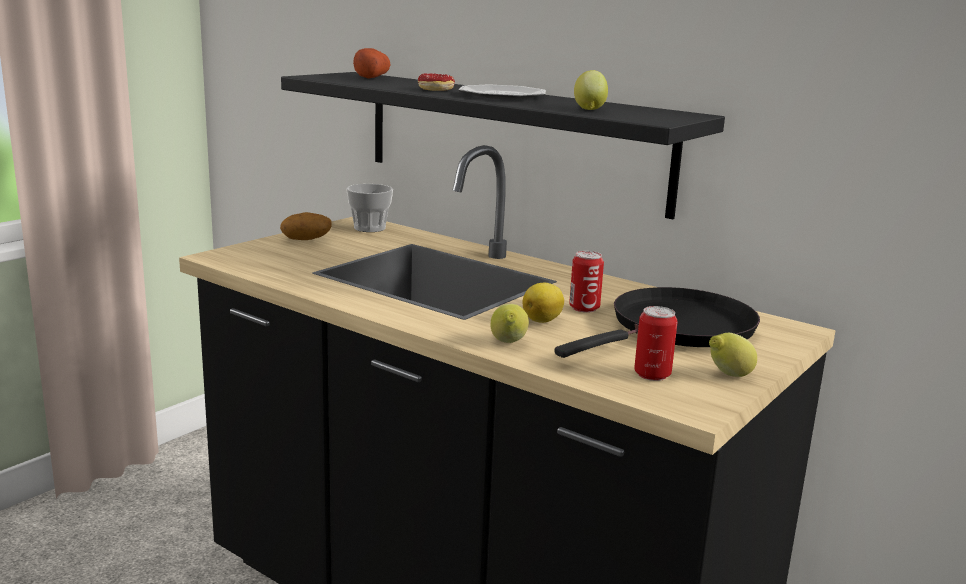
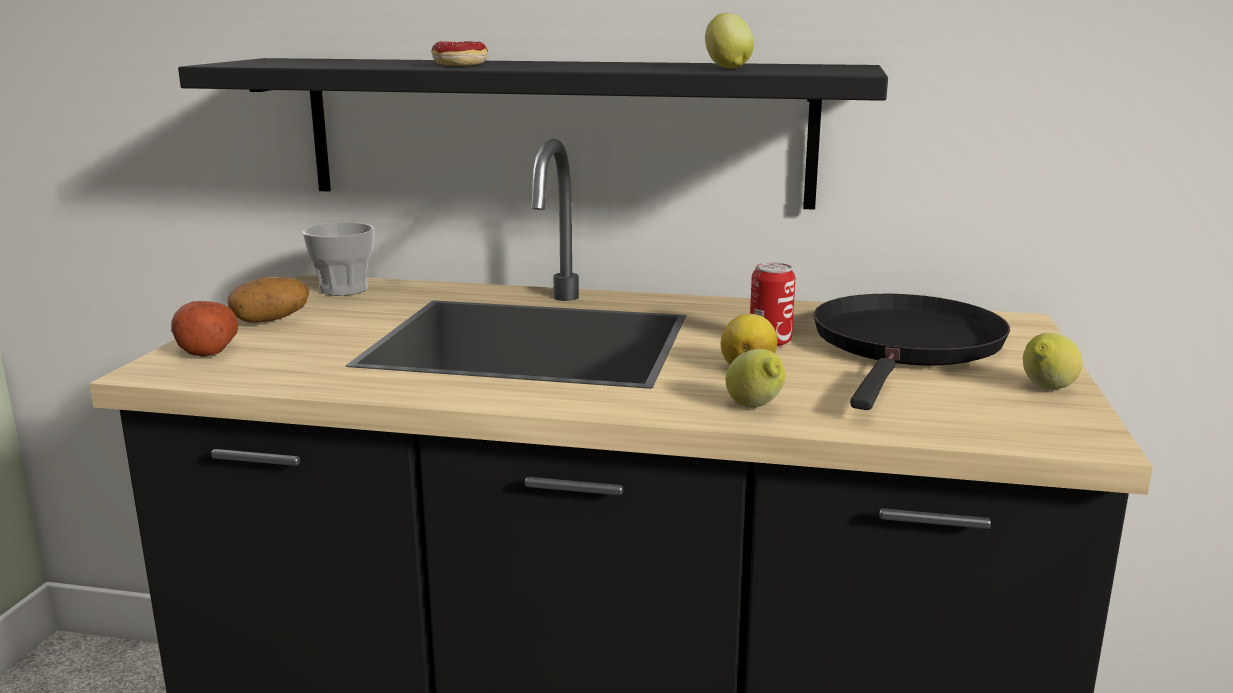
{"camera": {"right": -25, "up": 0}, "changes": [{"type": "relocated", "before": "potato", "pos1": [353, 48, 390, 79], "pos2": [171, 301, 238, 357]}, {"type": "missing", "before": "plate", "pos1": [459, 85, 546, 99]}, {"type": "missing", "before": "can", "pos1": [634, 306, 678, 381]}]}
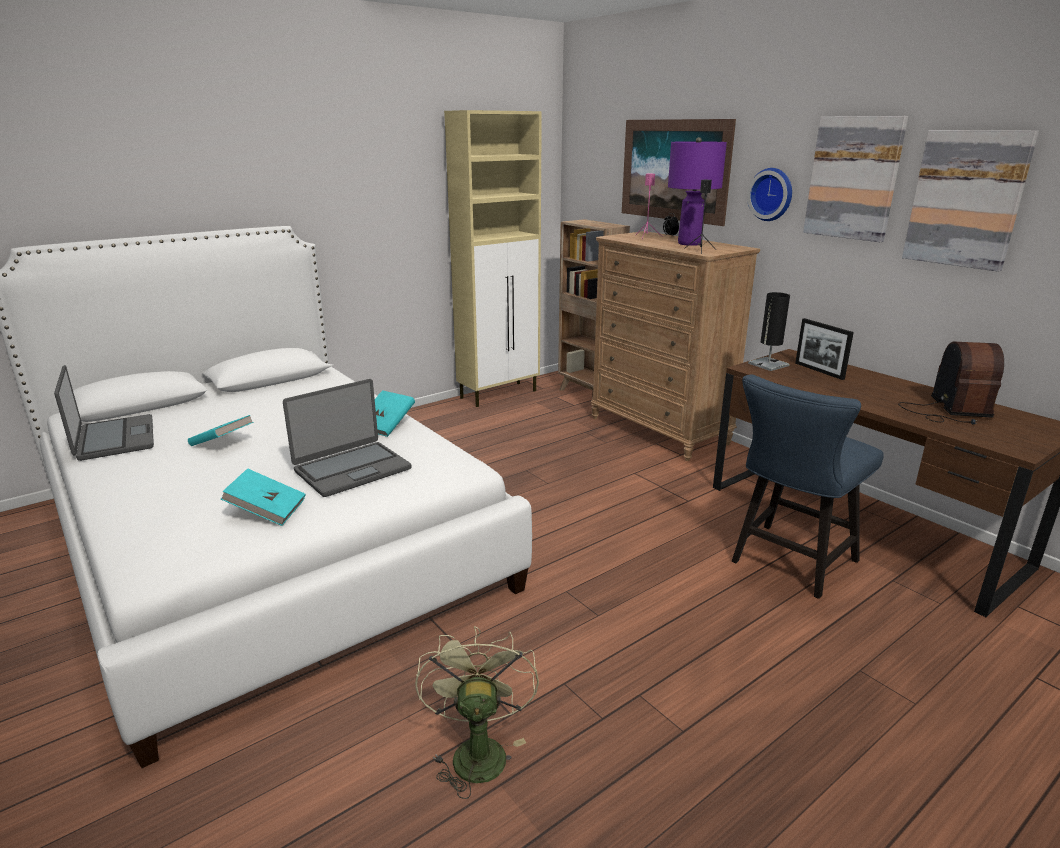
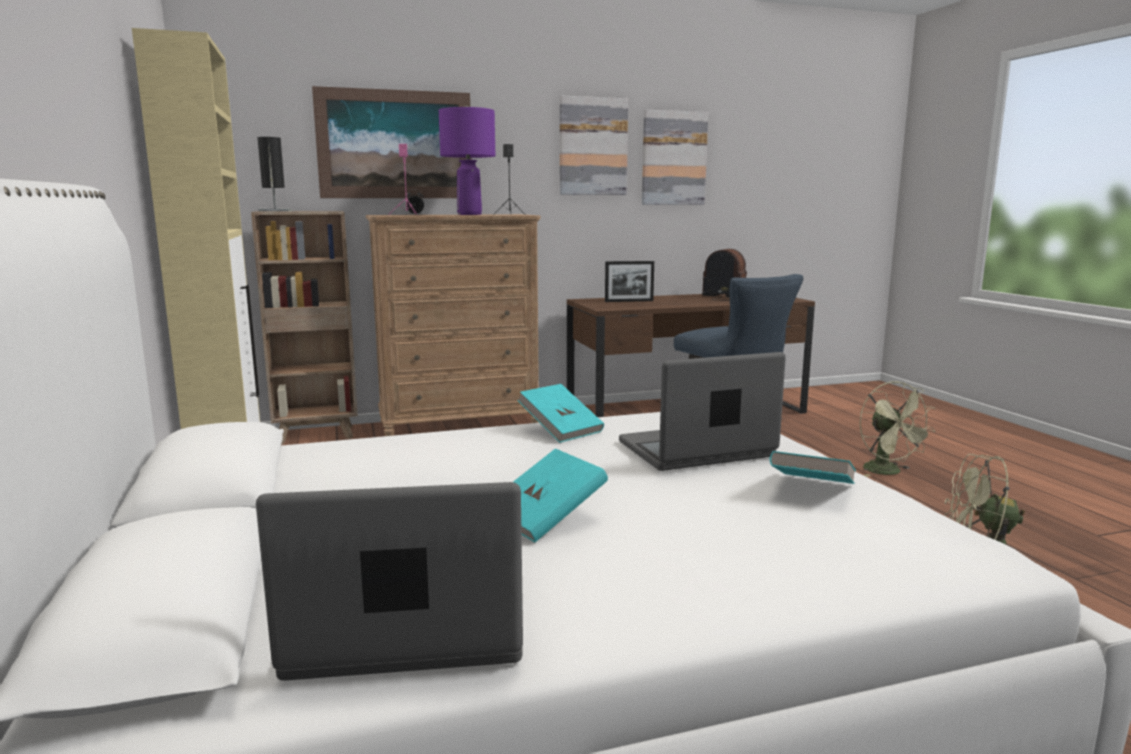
{"camera": {"right": -70, "up": -10}, "changes": [{"type": "relocated", "before": "black table lamp", "pos1": [748, 292, 790, 371], "pos2": [257, 137, 292, 211]}, {"type": "spun", "before": "laptop", "pos1": [283, 379, 412, 497], "pos2": [619, 352, 786, 471], "turn": -90}, {"type": "appeared", "after": "green fan", "pos2": [860, 381, 935, 477]}, {"type": "missing", "before": "wall clock", "pos1": [747, 168, 792, 221]}]}
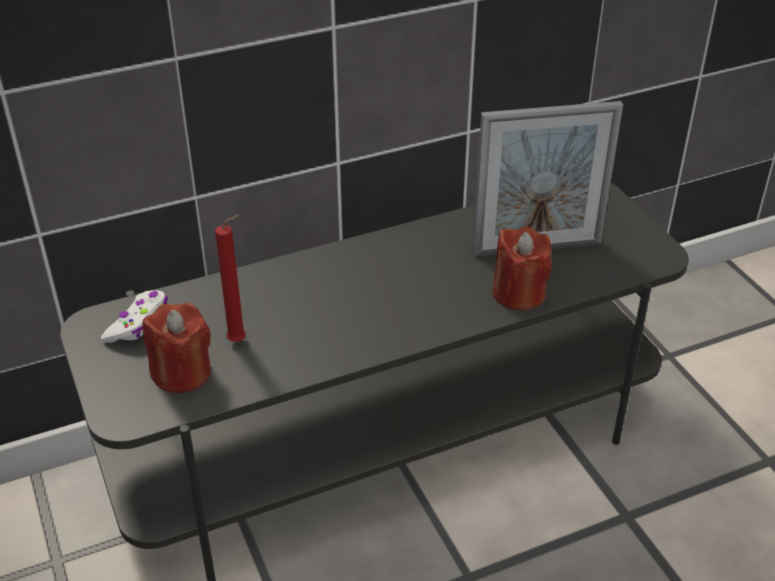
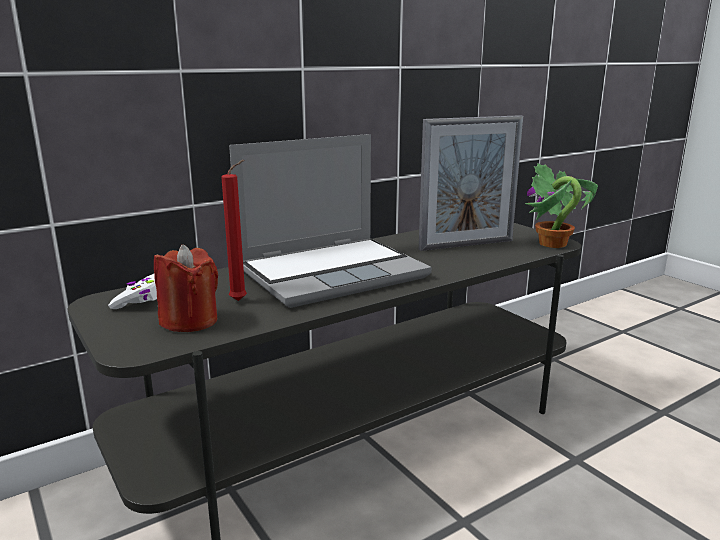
{"camera": {"right": -10, "up": -20}, "changes": [{"type": "appeared", "after": "laptop", "pos2": [229, 134, 432, 308]}, {"type": "appeared", "after": "potted plant", "pos2": [525, 163, 598, 248]}, {"type": "missing", "before": "red candle", "pos1": [493, 226, 552, 311]}]}
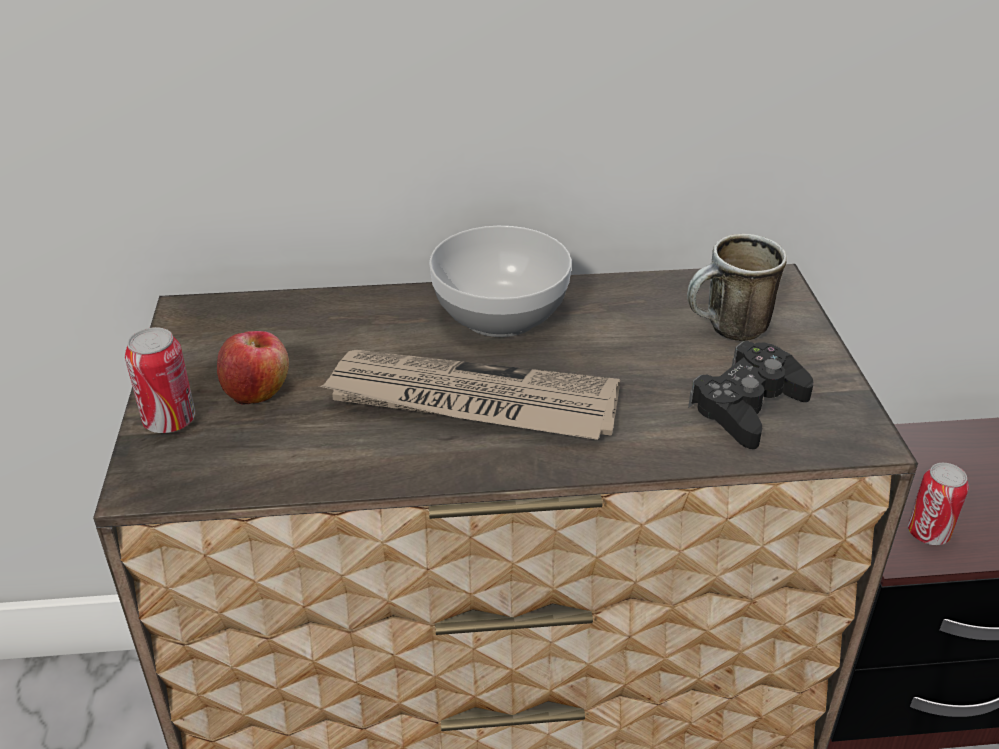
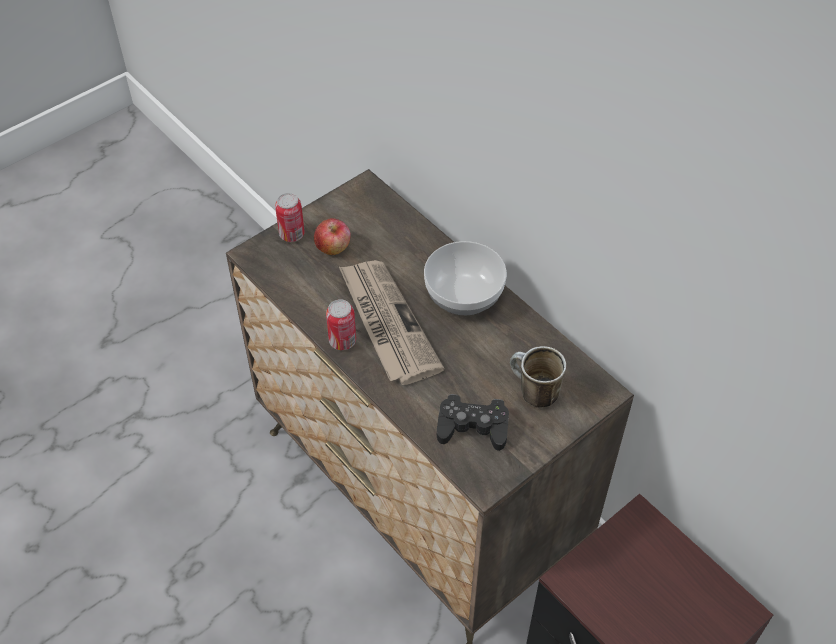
{"camera": {"right": 55, "up": 15}, "changes": [{"type": "relocated", "before": "can", "pos1": [908, 463, 969, 545], "pos2": [326, 299, 356, 350]}]}
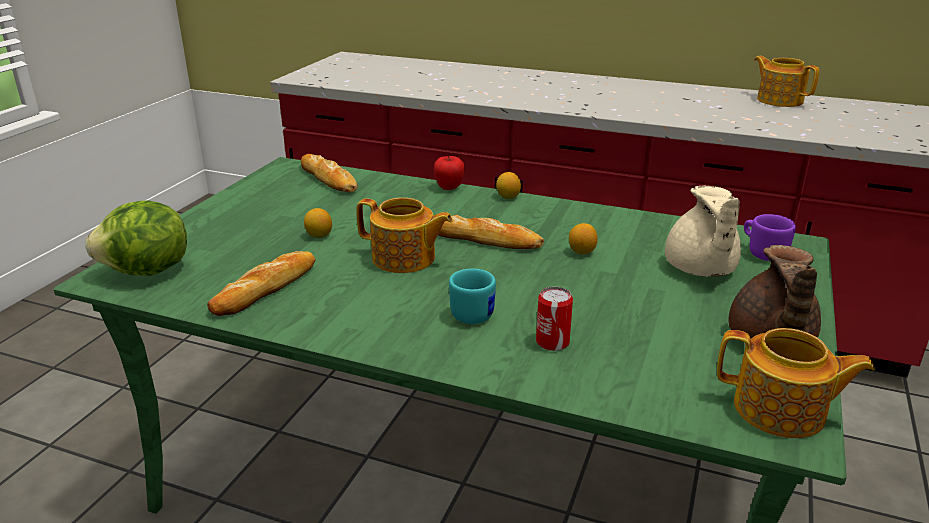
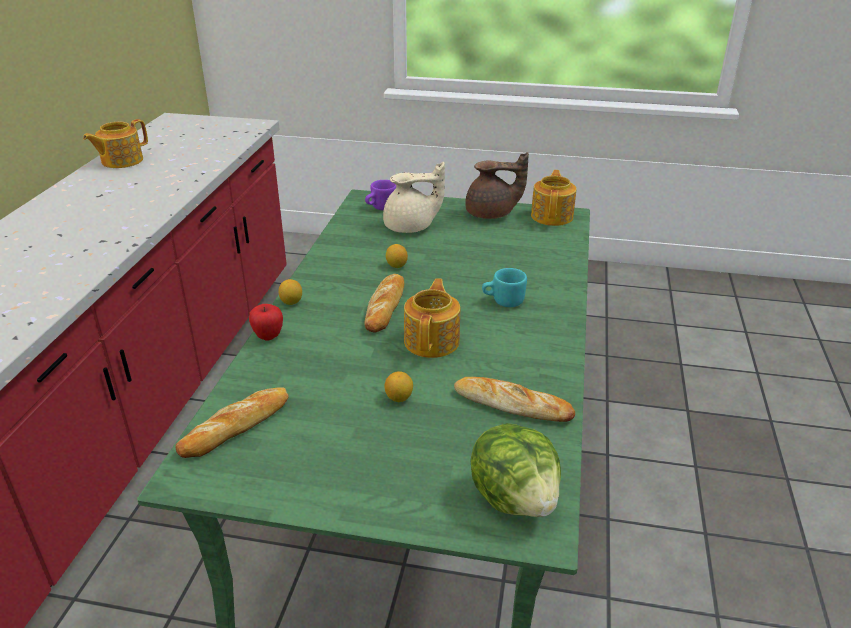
{"camera": {"right": -100, "up": 5}, "changes": [{"type": "missing", "before": "can", "pos1": [536, 287, 573, 351]}]}
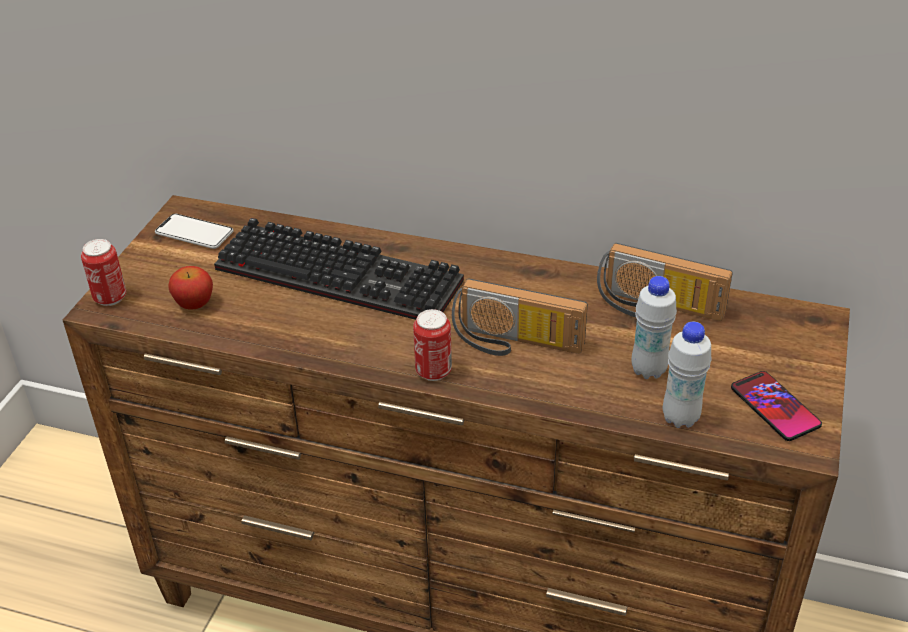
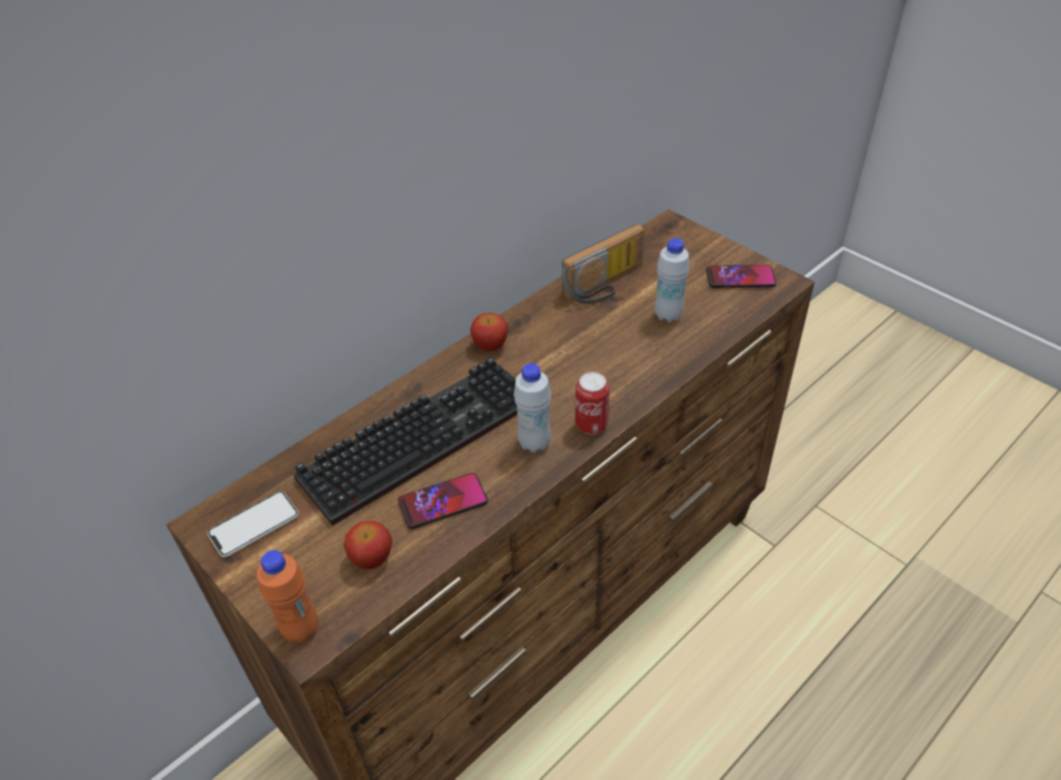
{"camera": {"right": -60, "up": 5}, "changes": [{"type": "exchanged", "before": "can", "after": "orange bottle", "pos1": [81, 239, 126, 306], "pos2": [257, 550, 318, 642]}, {"type": "appeared", "after": "phone", "pos2": [398, 473, 488, 529]}, {"type": "appeared", "after": "apple", "pos2": [470, 313, 508, 351]}, {"type": "relocated", "before": "white bottle", "pos1": [663, 321, 712, 428], "pos2": [514, 363, 551, 453]}, {"type": "missing", "before": "radio", "pos1": [452, 279, 588, 356]}]}
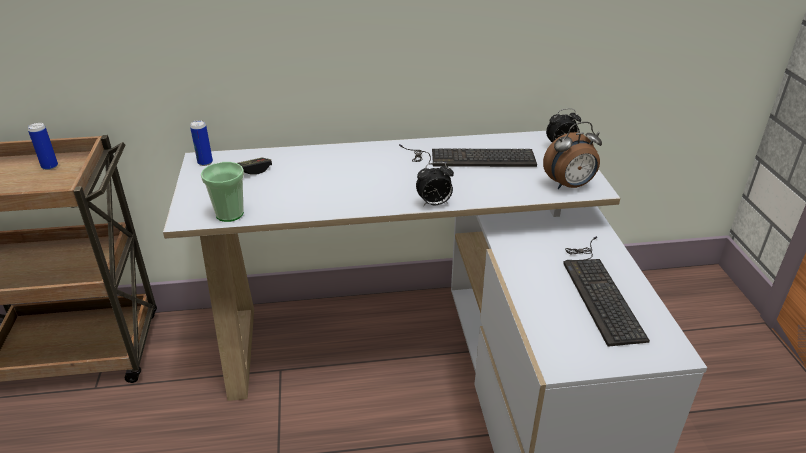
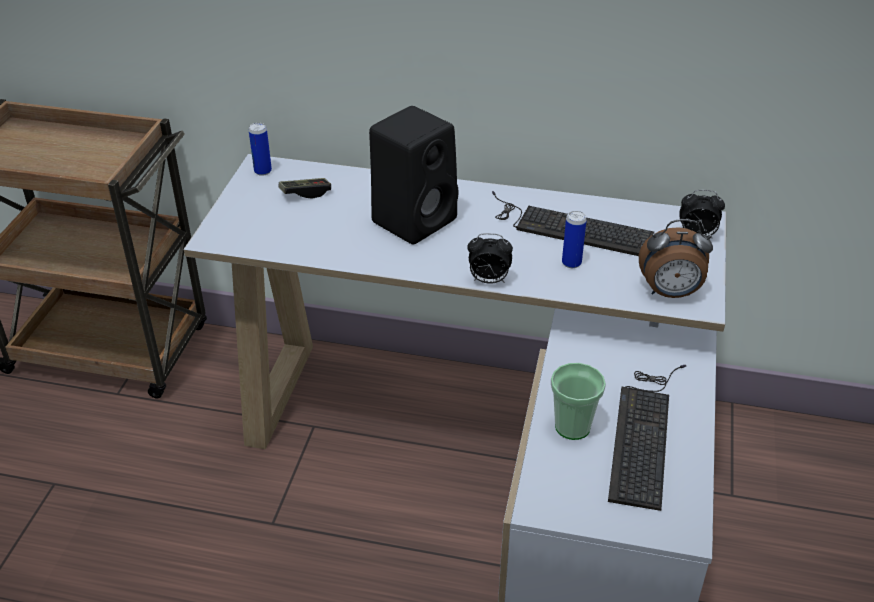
{"camera": {"right": 20, "up": 5}, "changes": [{"type": "appeared", "after": "black speaker", "pos2": [369, 106, 458, 244]}, {"type": "relocated", "before": "cup", "pos1": [201, 162, 244, 222], "pos2": [551, 363, 606, 440]}, {"type": "relocated", "before": "can", "pos1": [28, 123, 58, 170], "pos2": [562, 211, 587, 268]}]}
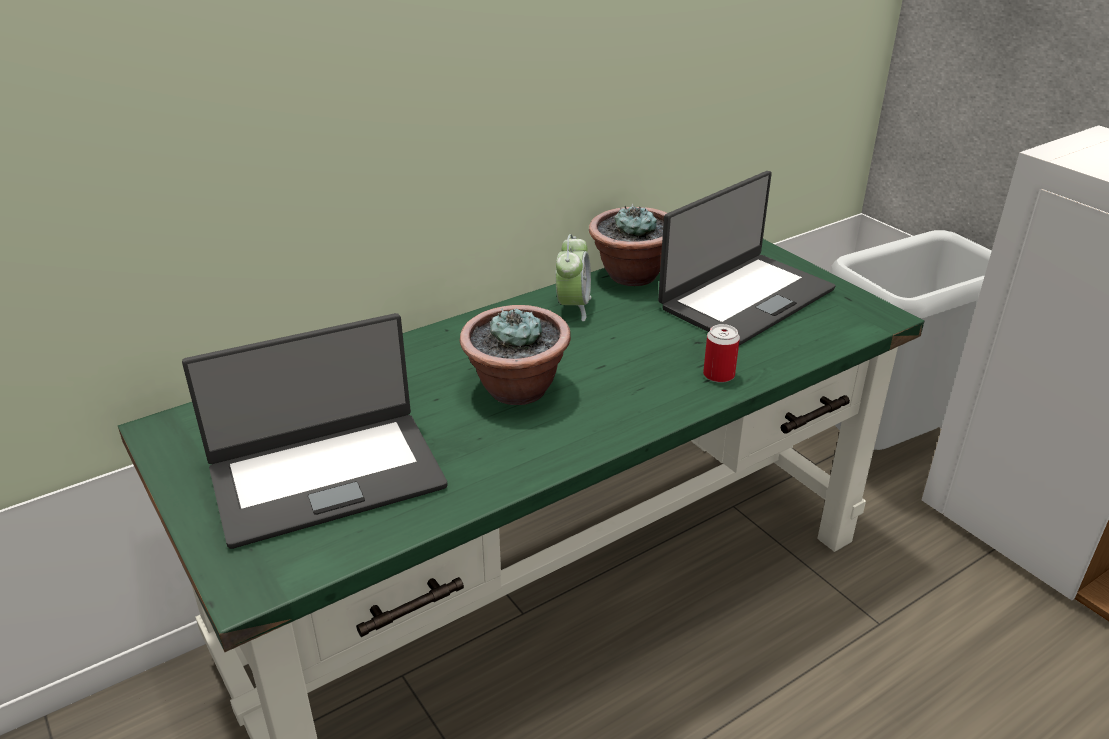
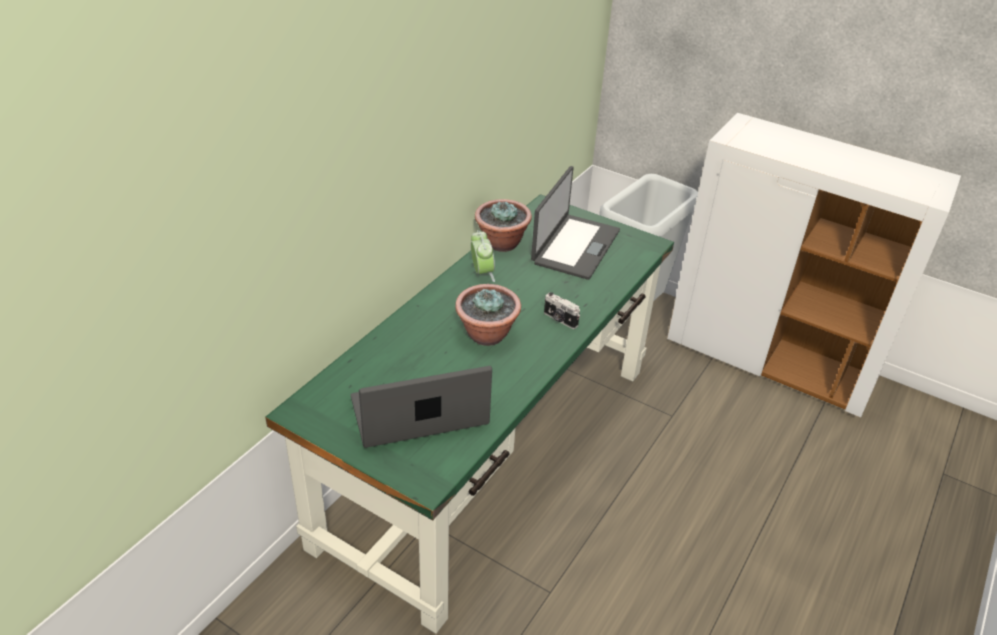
{"camera": {"right": -25, "up": 5}, "changes": [{"type": "spun", "before": "laptop", "pos1": [182, 313, 447, 549], "pos2": [351, 366, 492, 448], "turn": -150}, {"type": "appeared", "after": "photo camera", "pos2": [544, 292, 580, 329]}, {"type": "missing", "before": "can", "pos1": [703, 324, 740, 383]}]}
